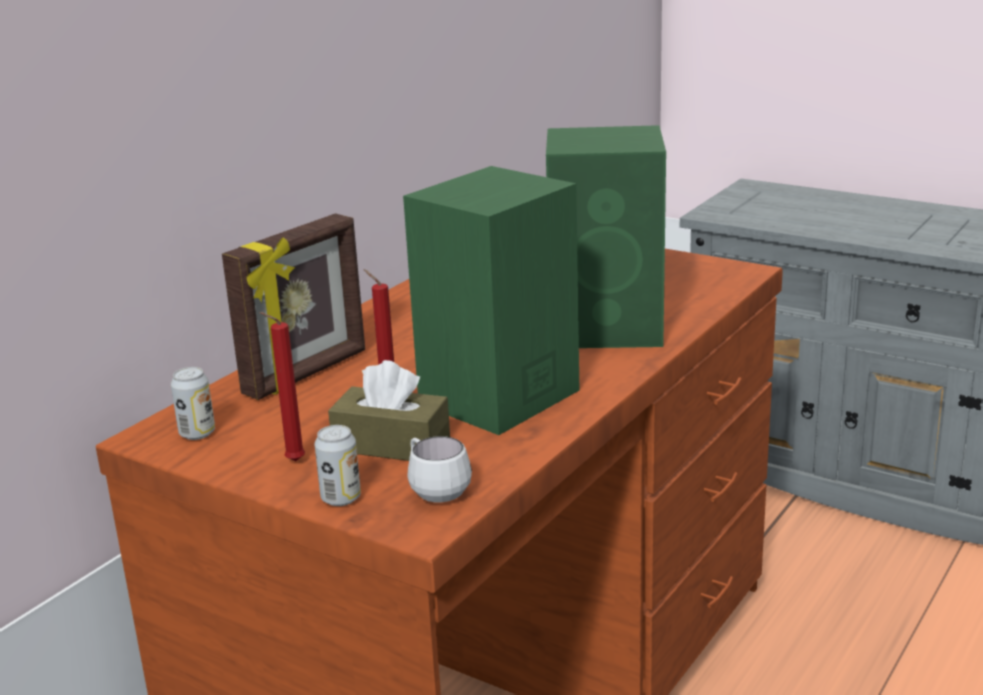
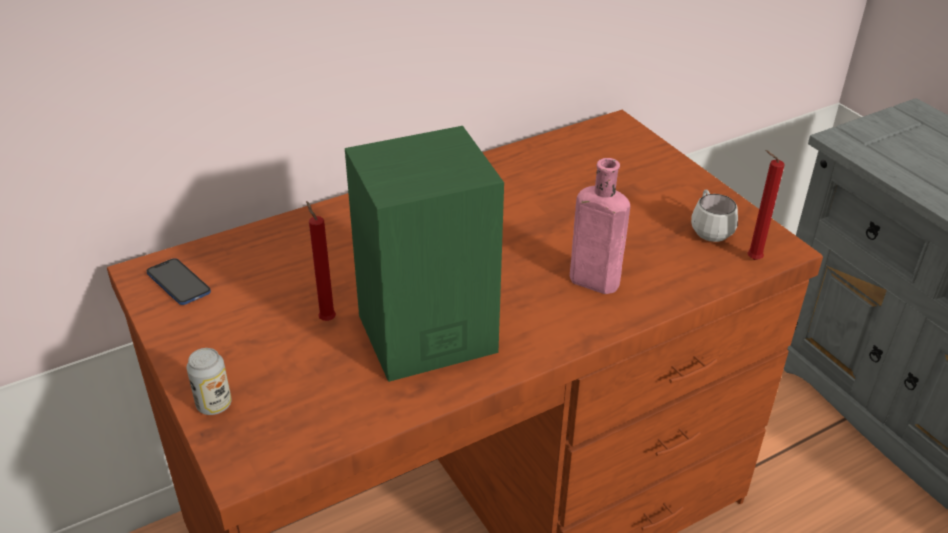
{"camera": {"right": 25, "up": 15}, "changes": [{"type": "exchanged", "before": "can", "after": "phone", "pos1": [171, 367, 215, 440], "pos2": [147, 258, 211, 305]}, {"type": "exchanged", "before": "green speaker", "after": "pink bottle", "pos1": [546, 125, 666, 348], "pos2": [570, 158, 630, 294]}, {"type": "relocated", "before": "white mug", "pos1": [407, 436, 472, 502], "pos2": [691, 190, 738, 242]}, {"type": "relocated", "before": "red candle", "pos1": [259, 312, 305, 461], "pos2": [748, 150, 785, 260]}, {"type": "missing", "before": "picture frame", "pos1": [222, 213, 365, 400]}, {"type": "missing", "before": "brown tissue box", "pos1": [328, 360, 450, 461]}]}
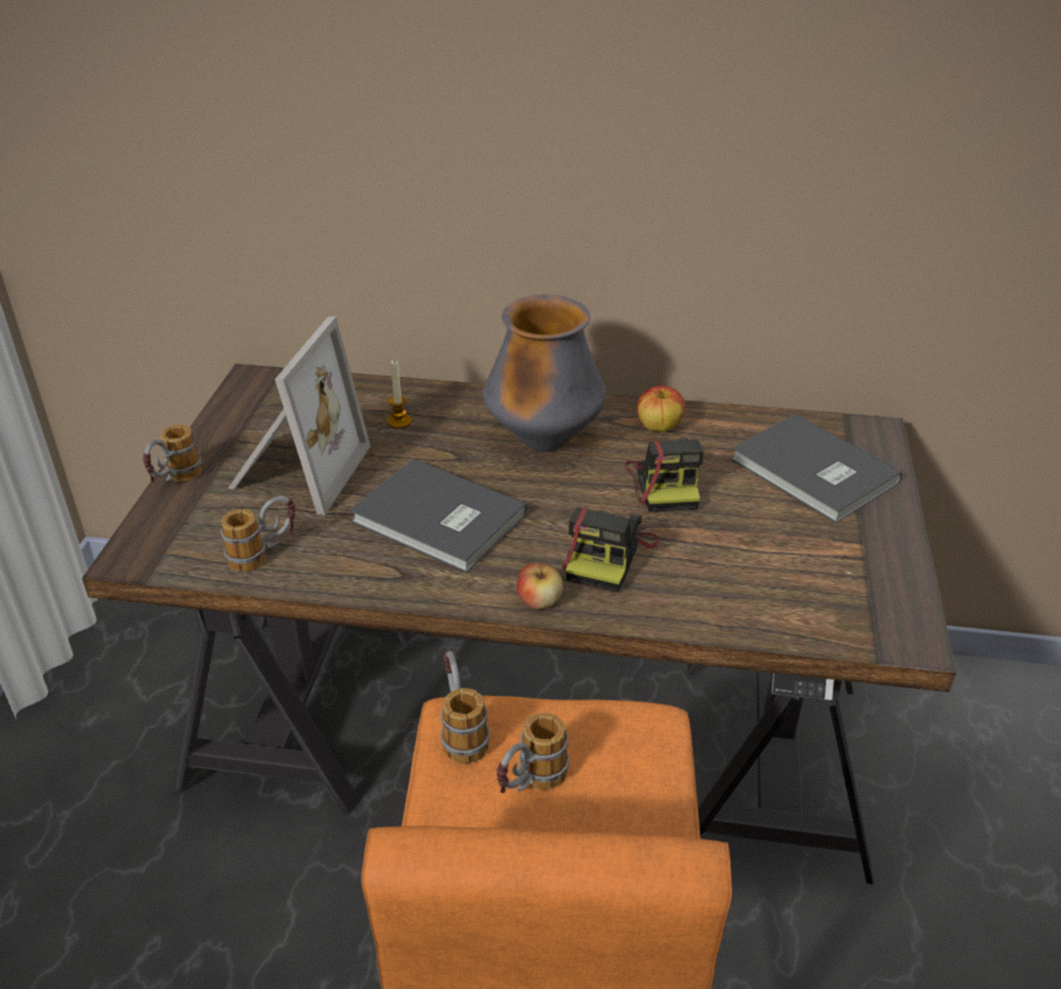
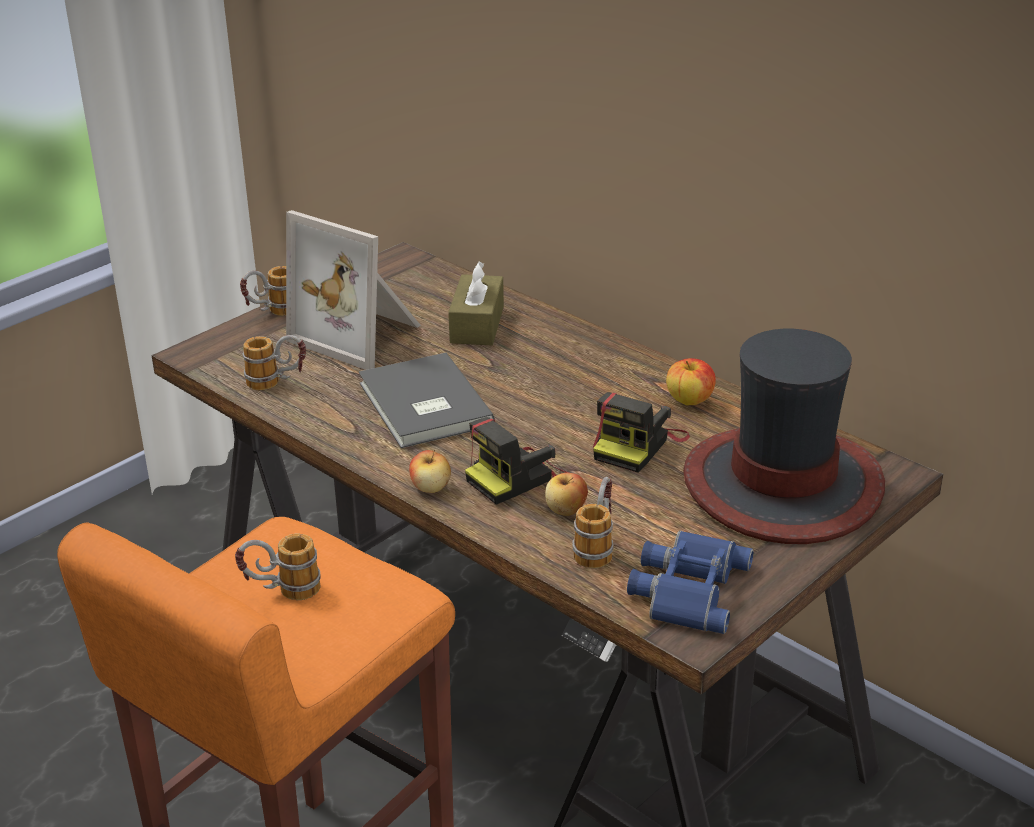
{"camera": {"right": 35, "up": -5}, "changes": [{"type": "spun", "before": "picture frame", "pos1": [228, 317, 370, 515], "pos2": [286, 210, 421, 370], "turn": 75}, {"type": "exchanged", "before": "candle", "after": "brown tissue box", "pos1": [387, 360, 411, 428], "pos2": [448, 261, 504, 345]}, {"type": "appeared", "after": "apple", "pos2": [545, 473, 588, 516]}, {"type": "relocated", "before": "mug", "pos1": [441, 650, 490, 764], "pos2": [572, 477, 614, 568]}, {"type": "appeared", "after": "blue binoculars", "pos2": [627, 530, 754, 634]}, {"type": "exchanged", "before": "grey book", "after": "hat", "pos1": [731, 414, 902, 523], "pos2": [683, 329, 885, 544]}, {"type": "missing", "before": "vase", "pos1": [483, 295, 606, 452]}]}
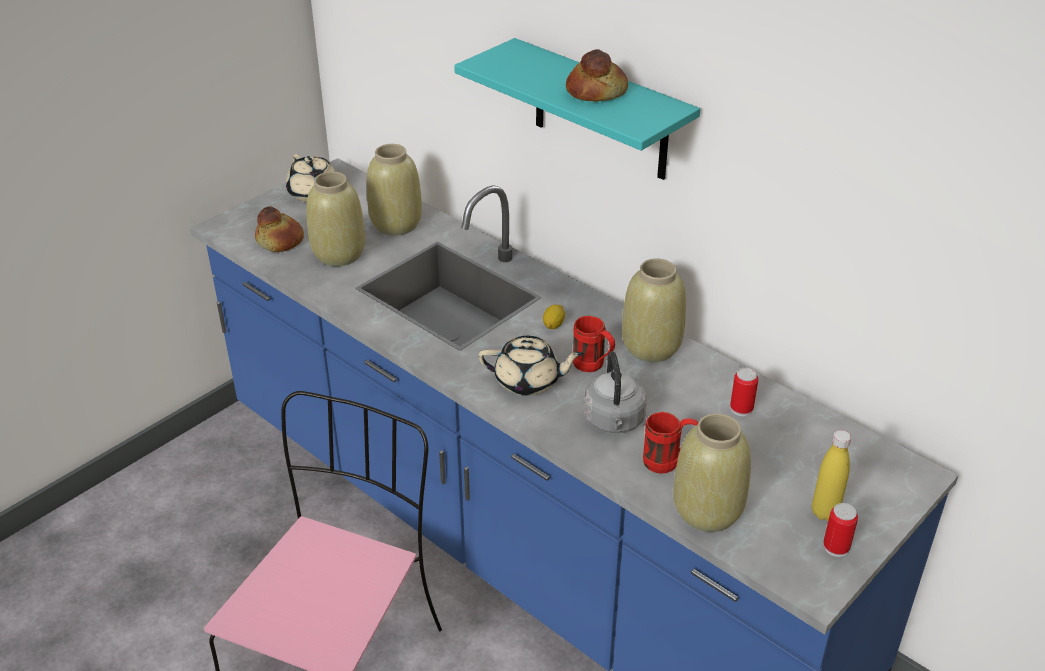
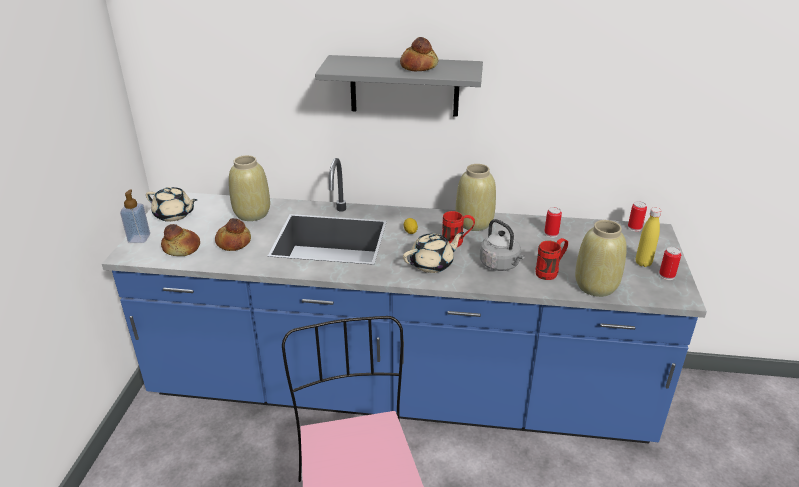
{"camera": {"right": -35, "up": -5}, "changes": [{"type": "appeared", "after": "soap dispenser", "pos2": [120, 189, 150, 243]}, {"type": "exchanged", "before": "beige vase", "after": "bread", "pos1": [307, 172, 365, 266], "pos2": [215, 218, 251, 251]}, {"type": "colour", "before": "turquoise shelf", "after": "grey shelf", "pos1": [454, 38, 700, 180], "pos2": [315, 55, 483, 117]}, {"type": "appeared", "after": "can", "pos2": [628, 201, 647, 232]}]}
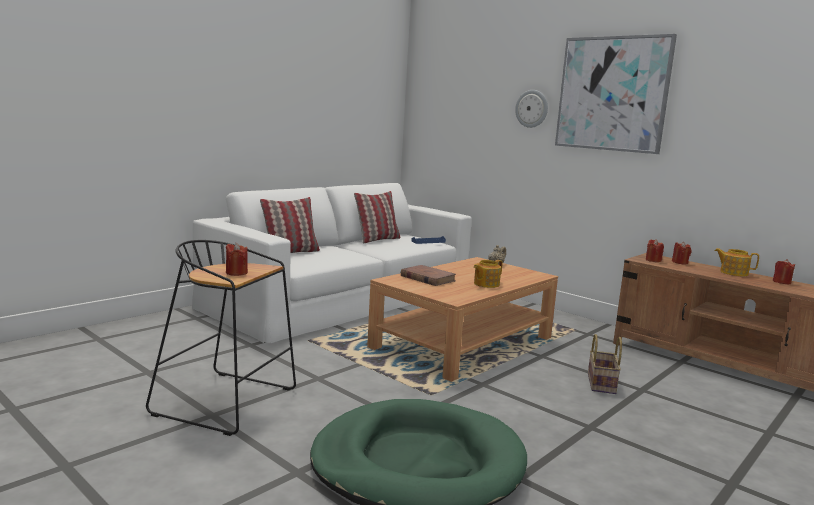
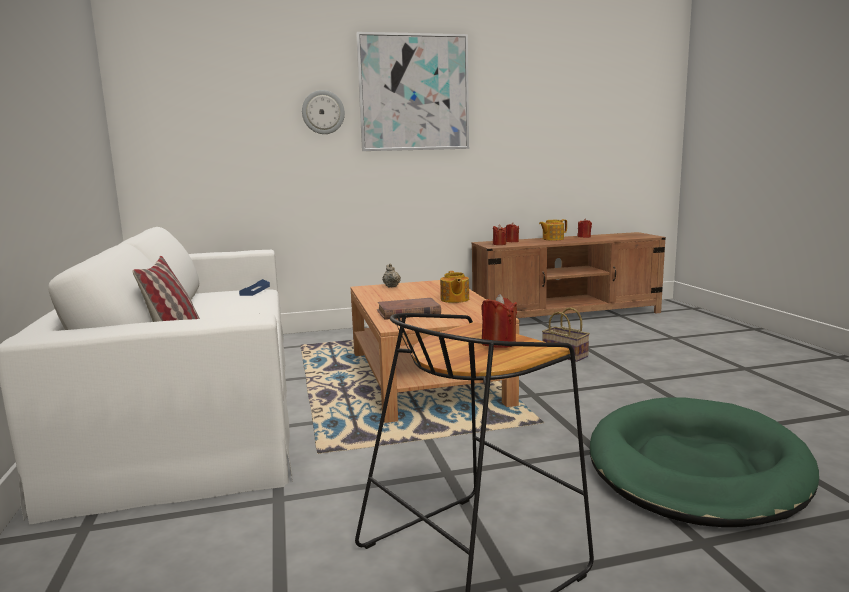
{"camera": {"right": -55, "up": 0}, "changes": [{"type": "missing", "before": "pillow", "pos1": [354, 191, 400, 243]}]}
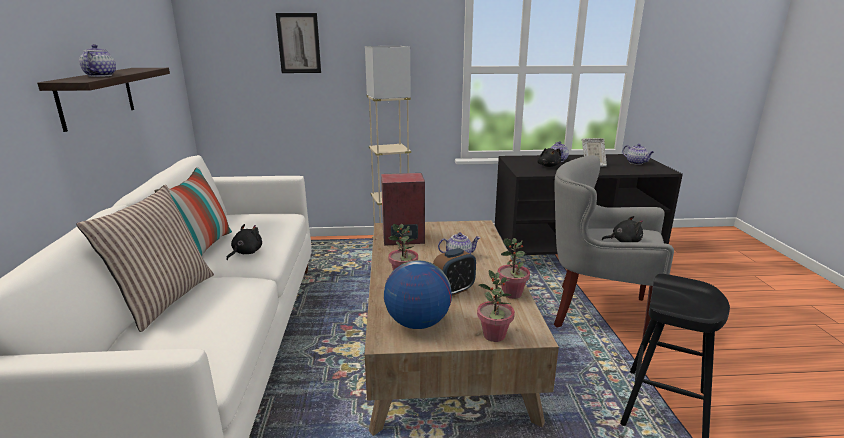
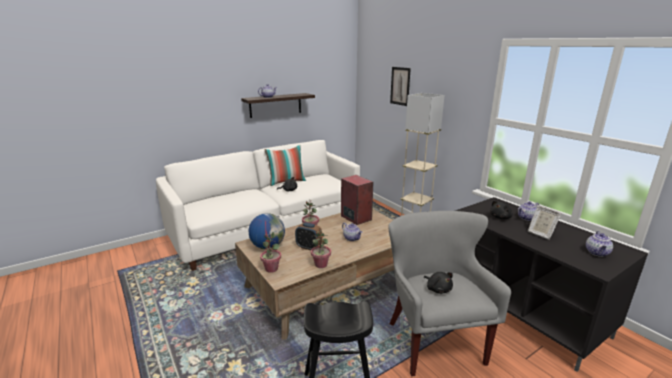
{"camera": {"right": 60, "up": 0}, "changes": [{"type": "missing", "before": "pillow", "pos1": [76, 185, 214, 332]}]}
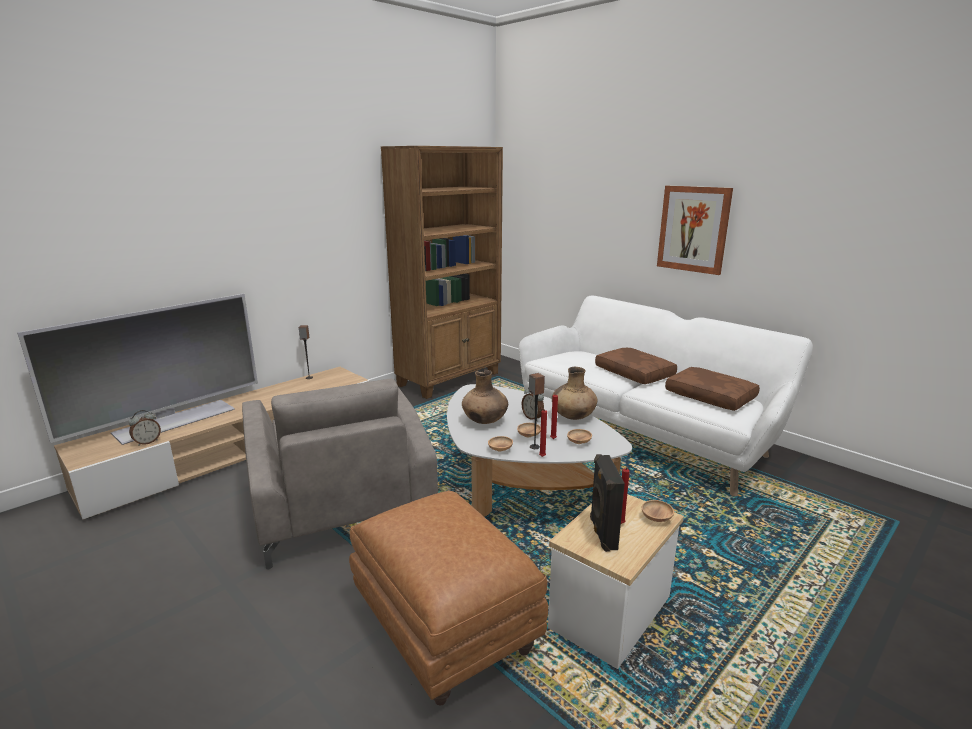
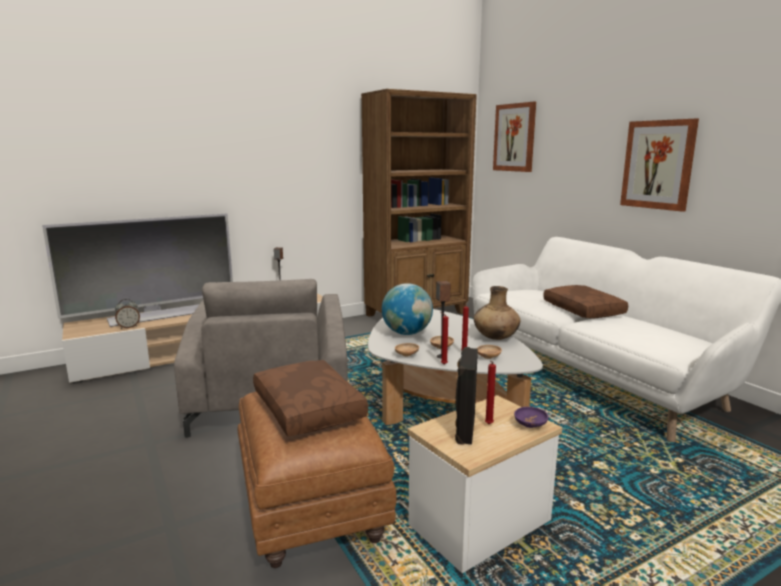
{"camera": {"right": 15, "up": -5}, "changes": [{"type": "relocated", "before": "brown pillow", "pos1": [665, 367, 760, 411], "pos2": [253, 360, 368, 436]}, {"type": "exchanged", "before": "brown vase", "after": "globe", "pos1": [462, 370, 508, 424], "pos2": [382, 283, 433, 335]}, {"type": "appeared", "after": "picture", "pos2": [493, 102, 536, 172]}, {"type": "colour", "before": "brown bowl", "after": "purple bowl", "pos1": [642, 500, 674, 522], "pos2": [514, 407, 549, 428]}, {"type": "missing", "before": "alarm clock", "pos1": [522, 387, 544, 420]}]}
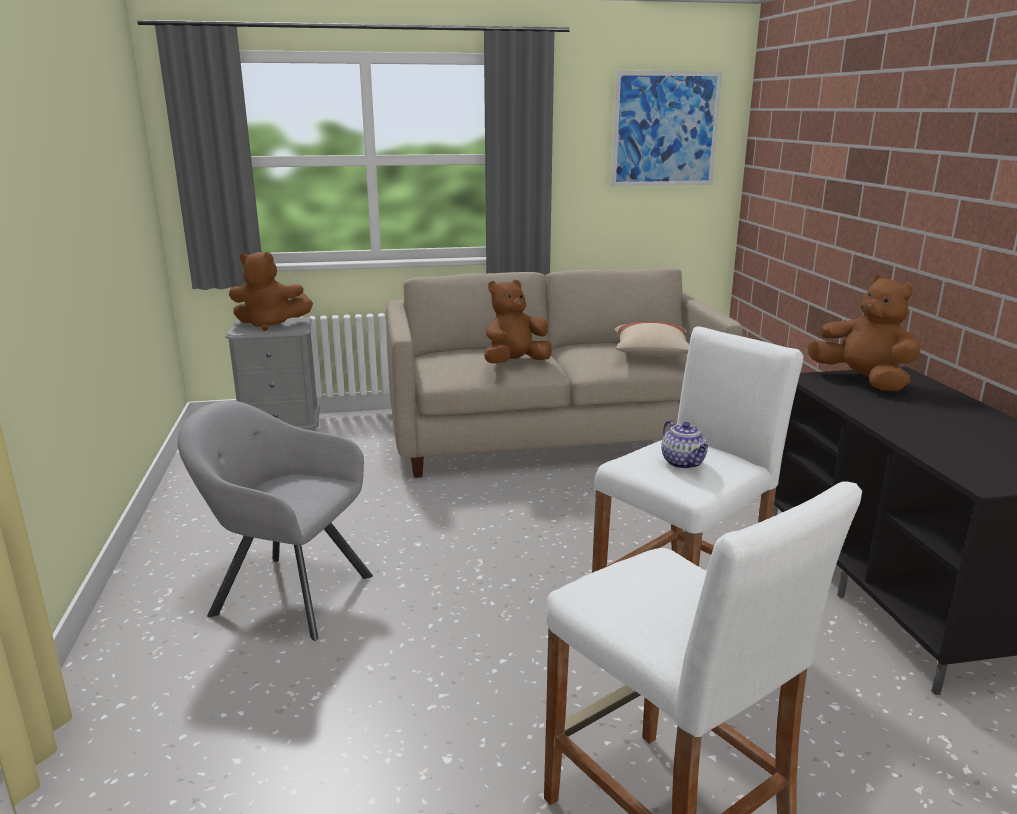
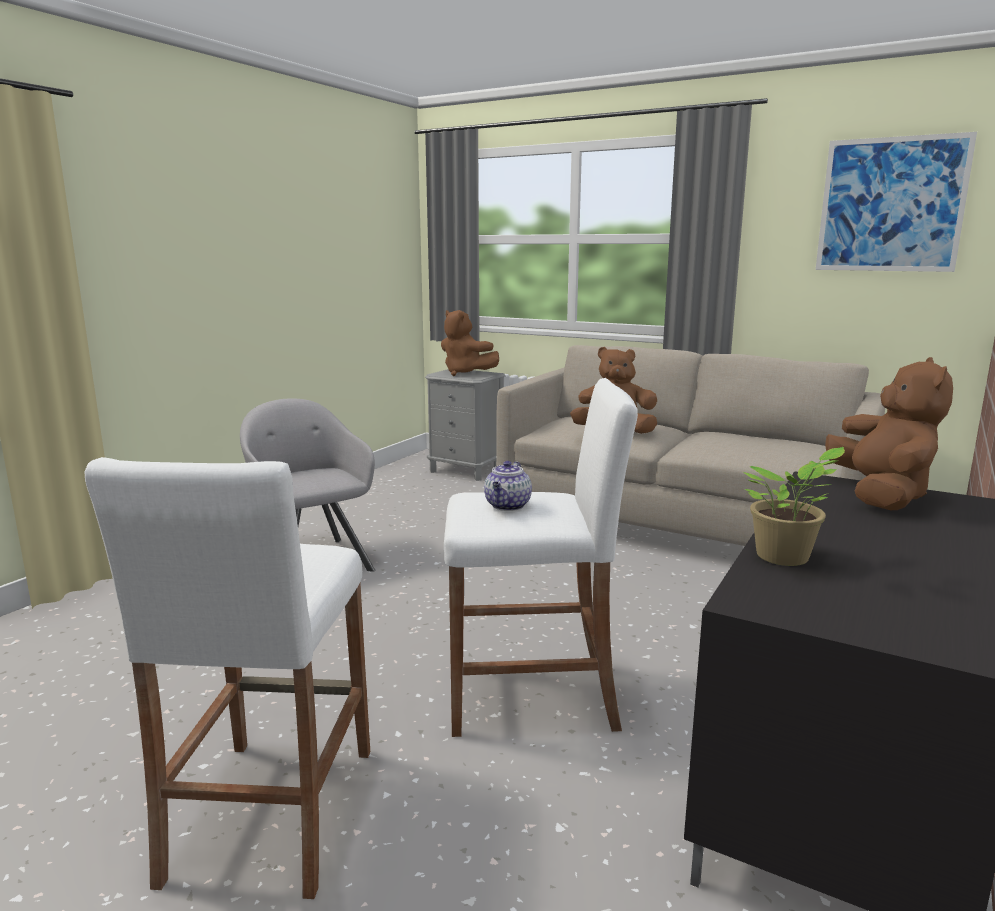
{"camera": {"right": 40, "up": -5}, "changes": [{"type": "appeared", "after": "potted plant", "pos2": [743, 447, 845, 566]}, {"type": "missing", "before": "beige pillow", "pos1": [614, 321, 689, 357]}]}
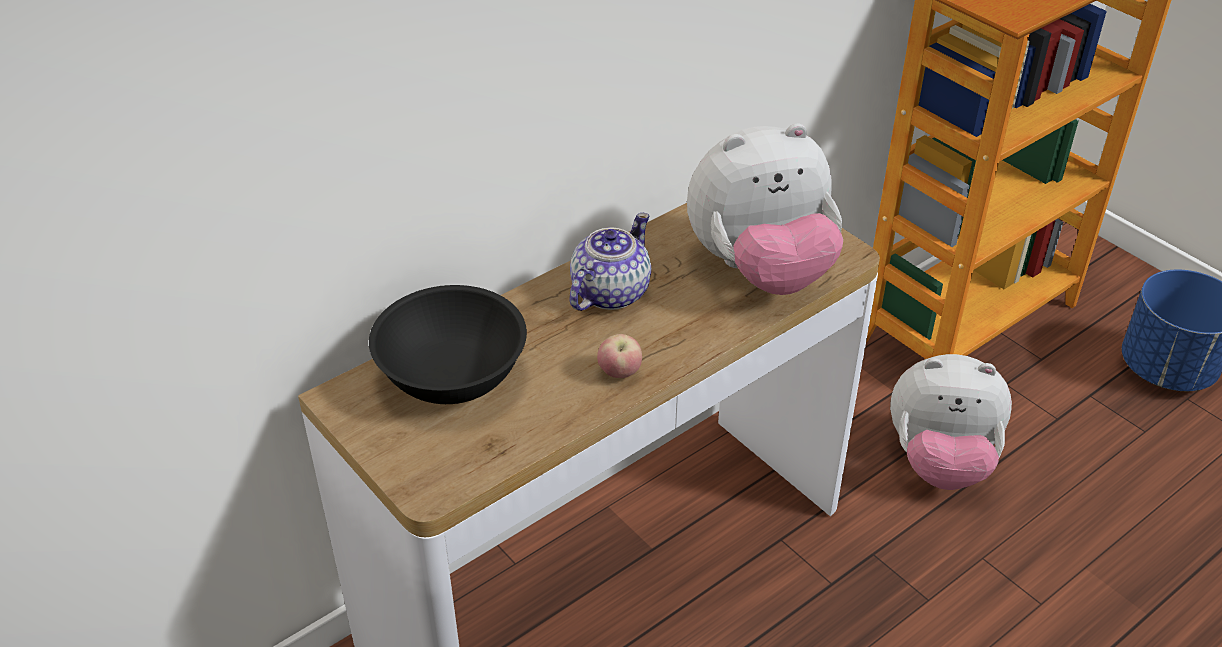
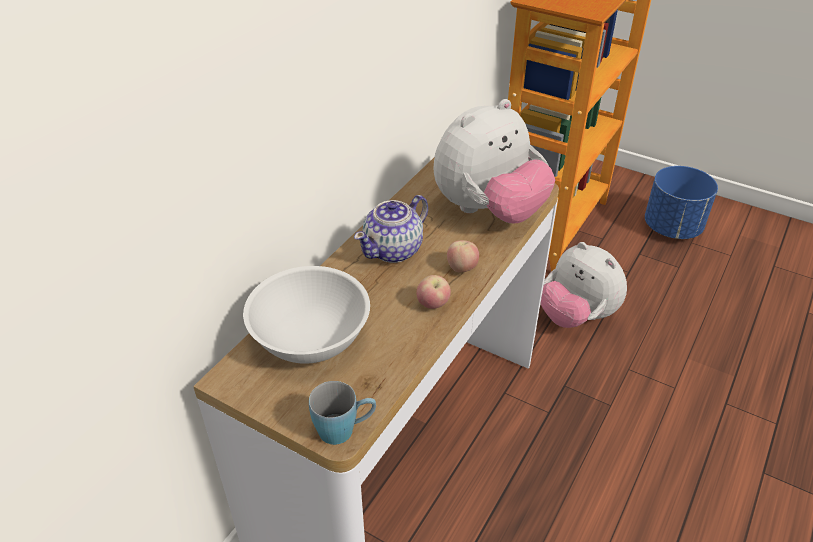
{"camera": {"right": -20, "up": 0}, "changes": [{"type": "colour", "before": "black bowl", "after": "white bowl", "pos1": [369, 285, 527, 404], "pos2": [243, 266, 370, 364]}, {"type": "appeared", "after": "blue mug", "pos2": [309, 381, 376, 445]}, {"type": "spun", "before": "teapot", "pos1": [570, 213, 651, 311], "pos2": [354, 195, 428, 263], "turn": -150}, {"type": "appeared", "after": "apple", "pos2": [447, 240, 479, 273]}, {"type": "spun", "before": "plush toy", "pos1": [890, 354, 1012, 490], "pos2": [541, 242, 627, 328], "turn": 60}]}
